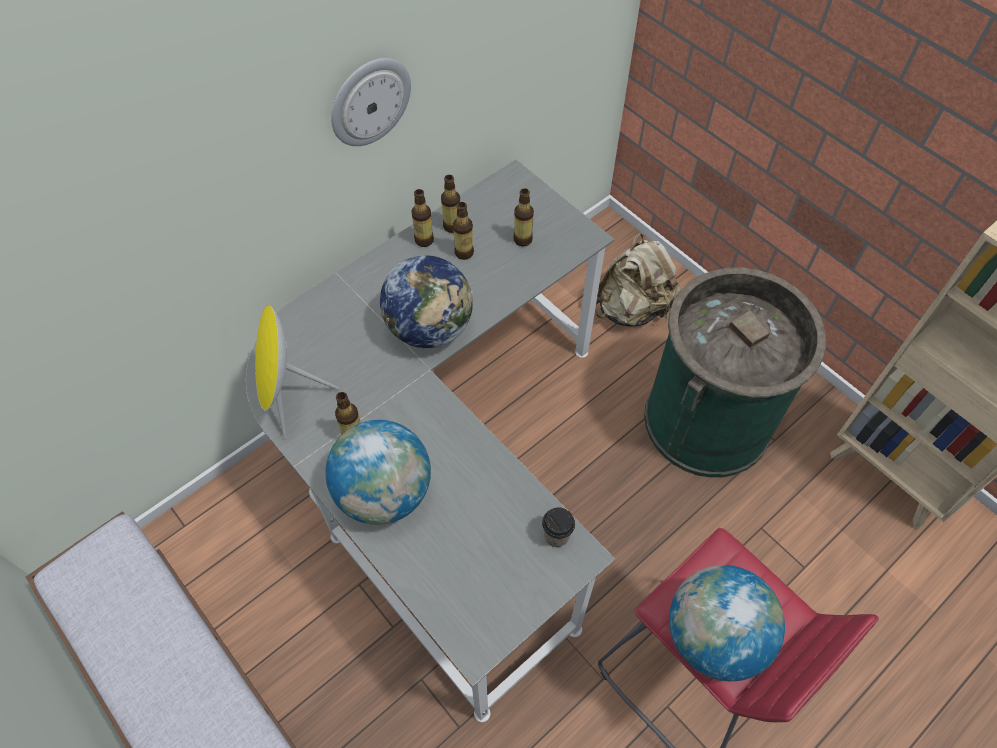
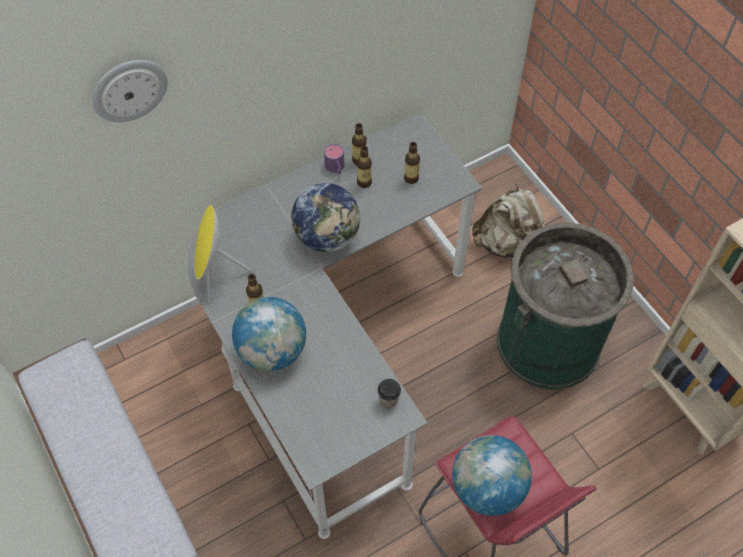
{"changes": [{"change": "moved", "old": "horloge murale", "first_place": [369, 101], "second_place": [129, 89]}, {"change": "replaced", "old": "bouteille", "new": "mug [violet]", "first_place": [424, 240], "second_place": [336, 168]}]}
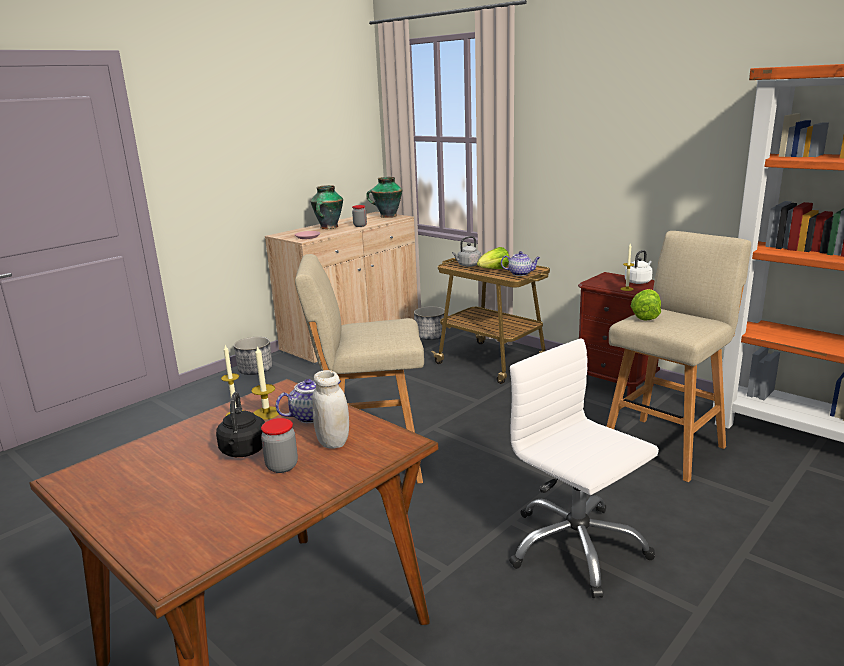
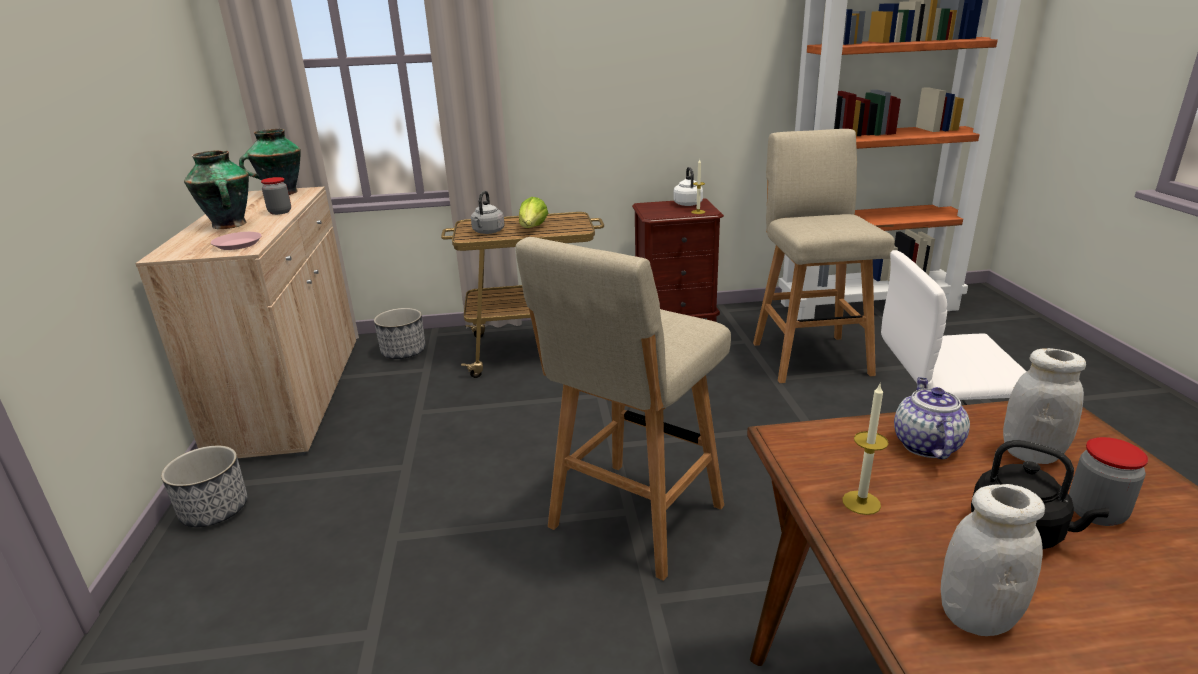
{"changes": [{"change": "removed", "old": "bougie", "first_place": [266, 413]}, {"change": "removed", "old": "théière", "first_place": [520, 273]}, {"change": "removed", "old": "laitue", "first_place": [645, 316]}, {"change": "added", "new": "bocal [blanc]", "second_place": [976, 617]}]}
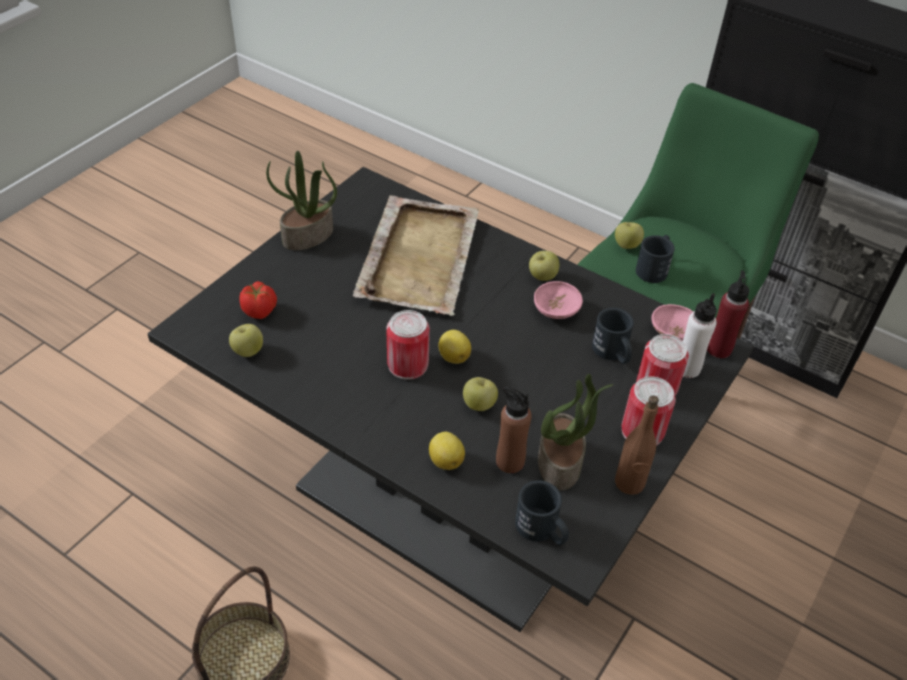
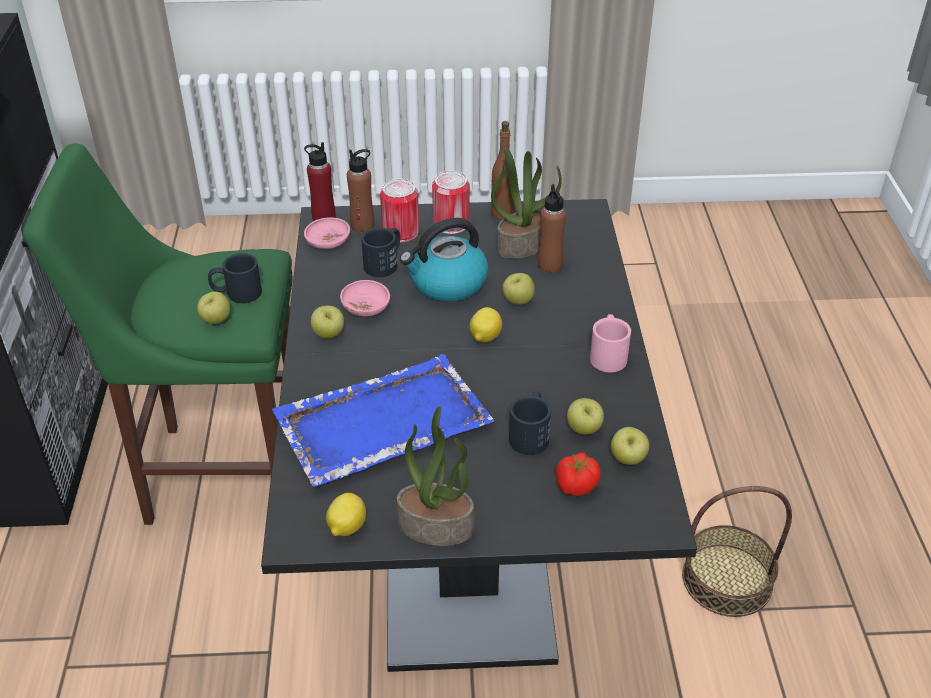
{"changes": [{"change": "removed", "old": "boîte métallique", "first_place": [408, 364]}, {"change": "added", "new": "bouilloire", "second_place": [447, 283]}, {"change": "added", "new": "pomme", "second_place": [584, 429]}, {"change": "added", "new": "mug [rose]", "second_place": [608, 354]}, {"change": "moved", "old": "citron", "first_place": [446, 460], "second_place": [346, 527]}, {"change": "moved", "old": "mug [noir]", "first_place": [542, 530], "second_place": [530, 433]}, {"change": "recoloured", "old": "plateau [beige]", "new": "plateau [bleu]", "first_place": [419, 256], "second_place": [381, 423]}, {"change": "recoloured", "old": "bouteille [blanc]", "new": "bouteille [marron]", "first_place": [687, 368], "second_place": [362, 226]}]}
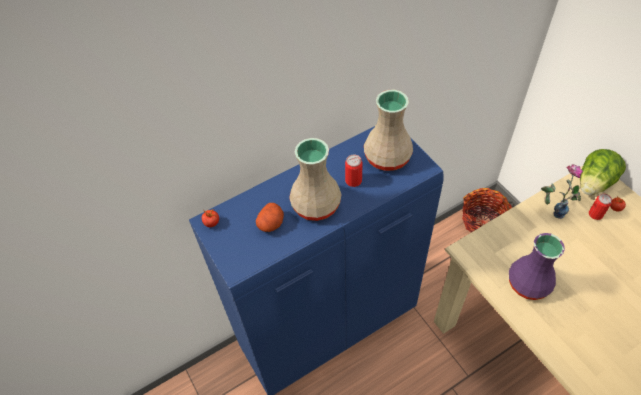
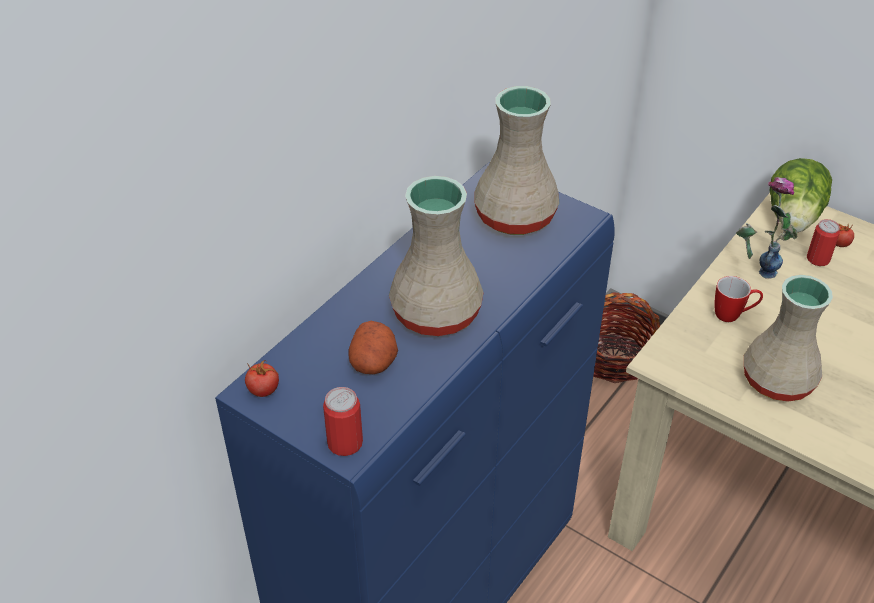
{"changes": [{"change": "added", "new": "mug", "second_place": [733, 315]}, {"change": "moved", "old": "boîte métallique", "first_place": [353, 180], "second_place": [345, 443]}, {"change": "recoloured", "old": "vase [violet]", "new": "vase [beige]", "first_place": [528, 284], "second_place": [777, 382]}]}
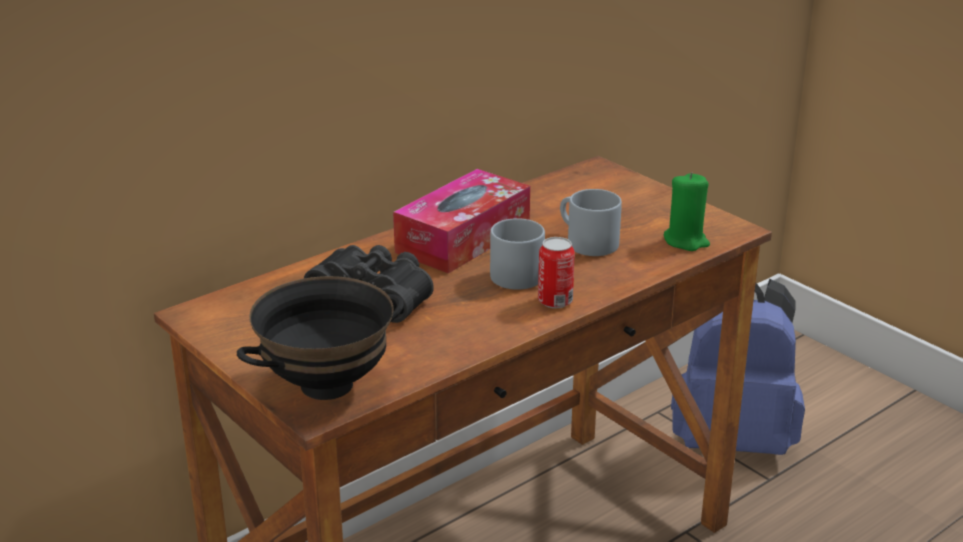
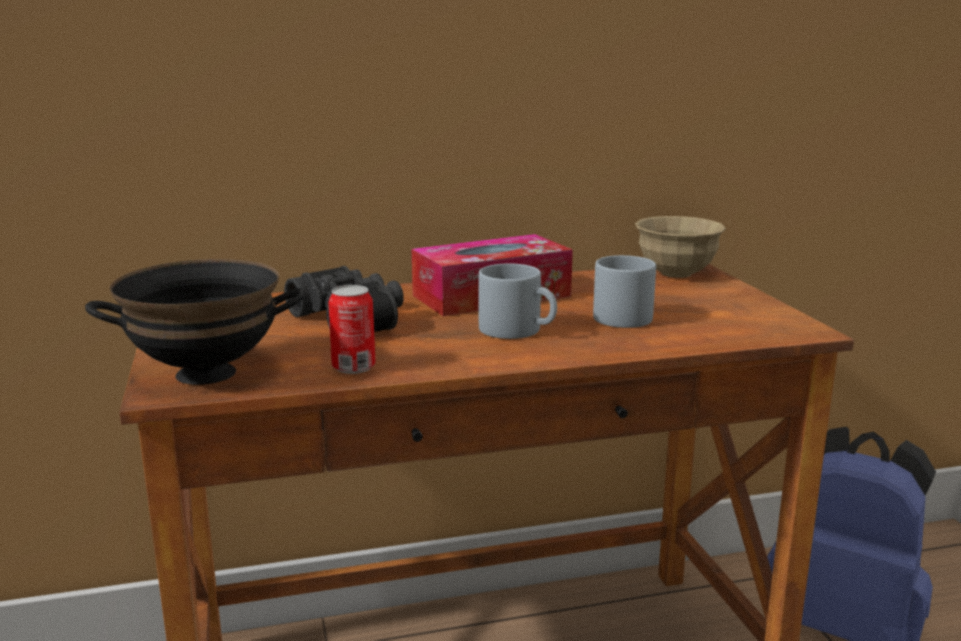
{"changes": [{"change": "removed", "old": "bougie [vert]", "first_place": [686, 241]}, {"change": "added", "new": "bol [beige]", "second_place": [676, 273]}, {"change": "moved", "old": "boîte métallique", "first_place": [555, 301], "second_place": [353, 367]}]}
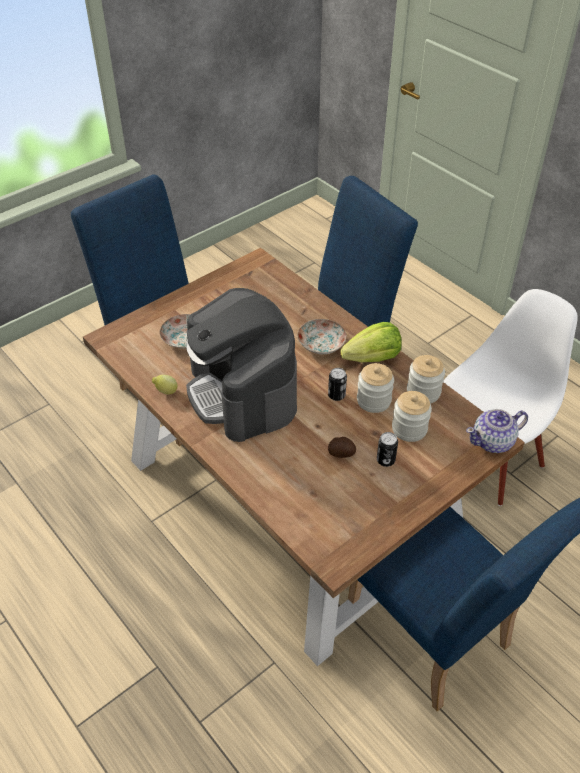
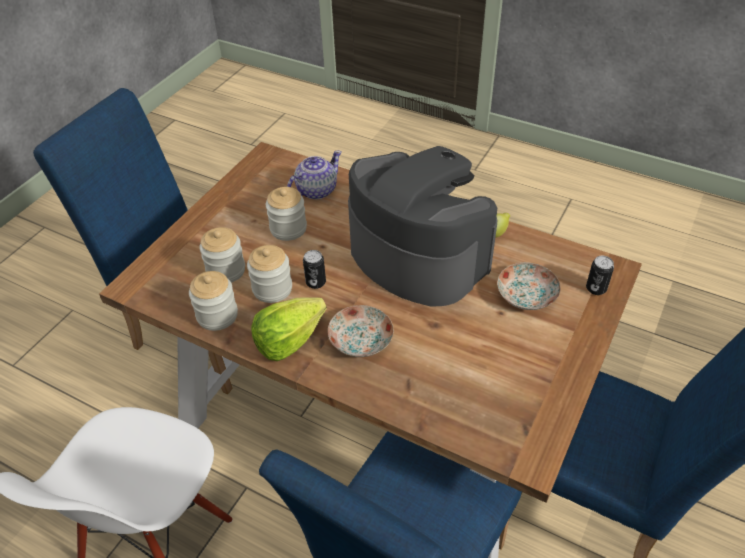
{"changes": [{"change": "moved", "old": "boîte métallique", "first_place": [385, 460], "second_place": [596, 288]}, {"change": "moved", "old": "théière", "first_place": [493, 442], "second_place": [316, 190]}, {"change": "replaced", "old": "pomme de terre", "new": "bocal", "first_place": [341, 454], "second_place": [288, 228]}]}
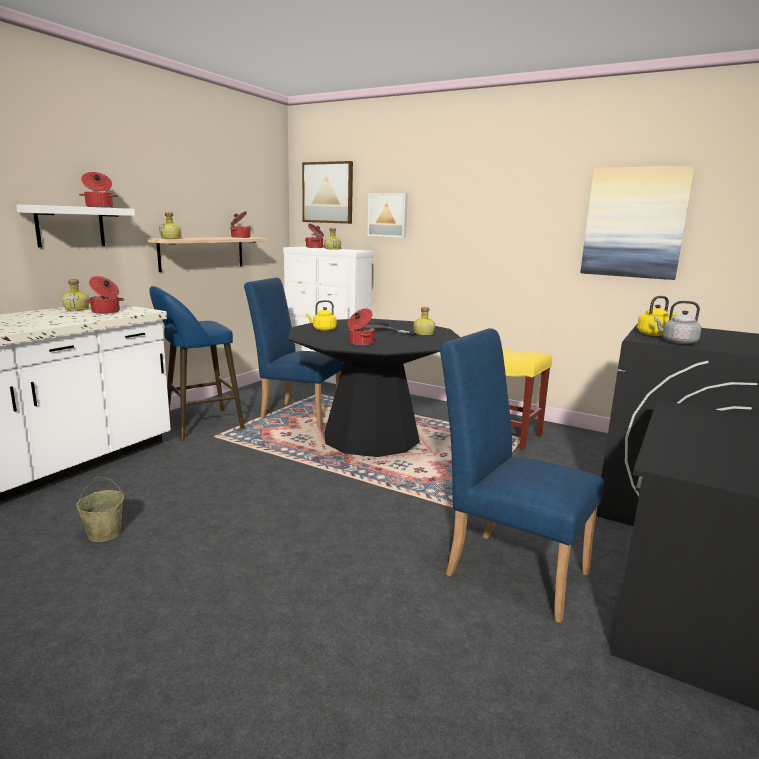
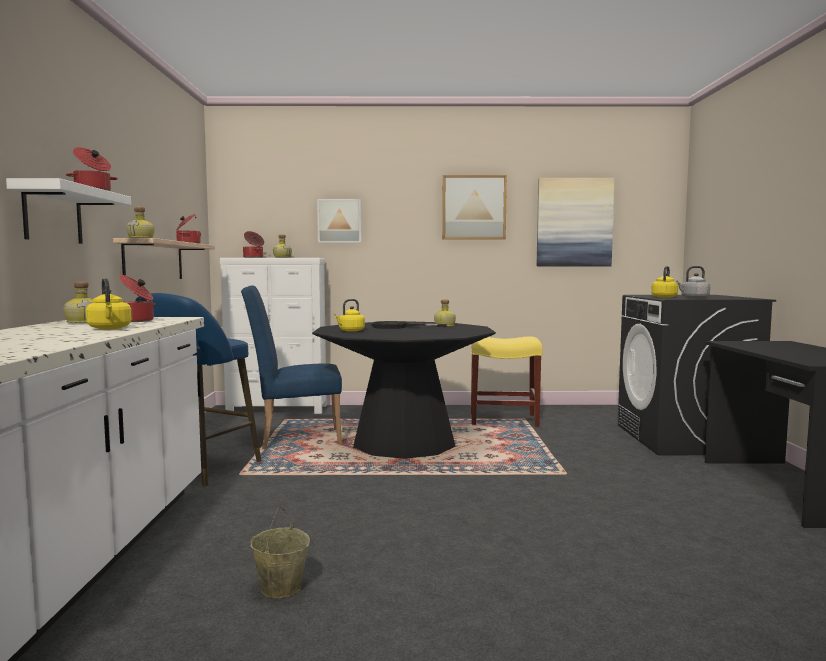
{"changes": [{"change": "removed", "old": "marmite", "first_place": [360, 343]}, {"change": "removed", "old": "chaise [bleu]", "first_place": [507, 568]}, {"change": "added", "new": "bouilloire [jaune]", "second_place": [110, 328]}, {"change": "moved", "old": "tableau", "first_place": [328, 192], "second_place": [474, 207]}]}
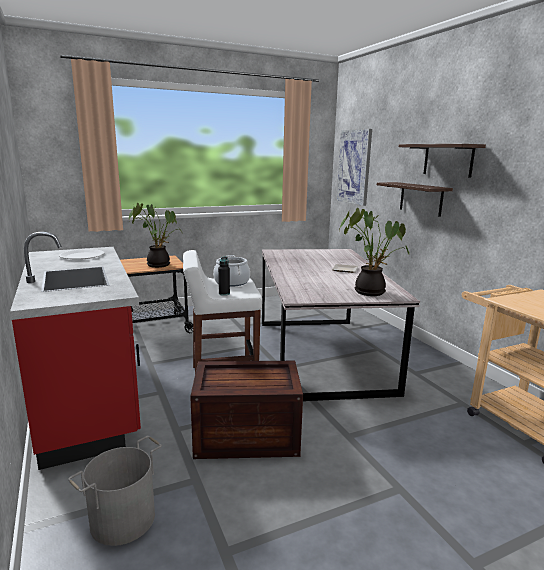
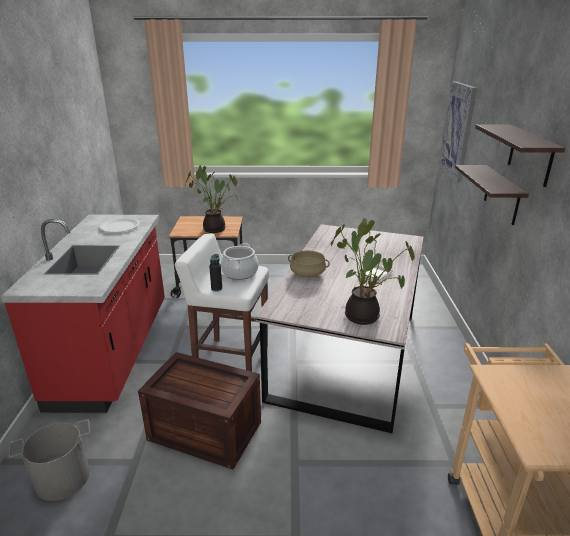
{"changes": [{"change": "added", "new": "marmite [beige]", "second_place": [307, 273]}]}
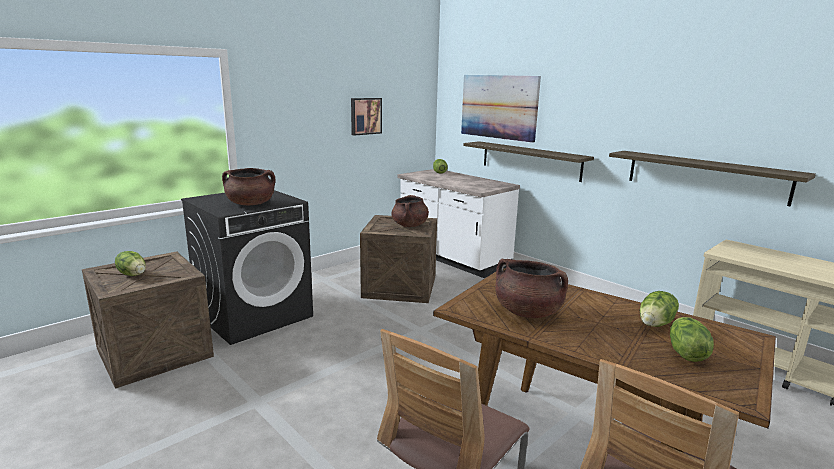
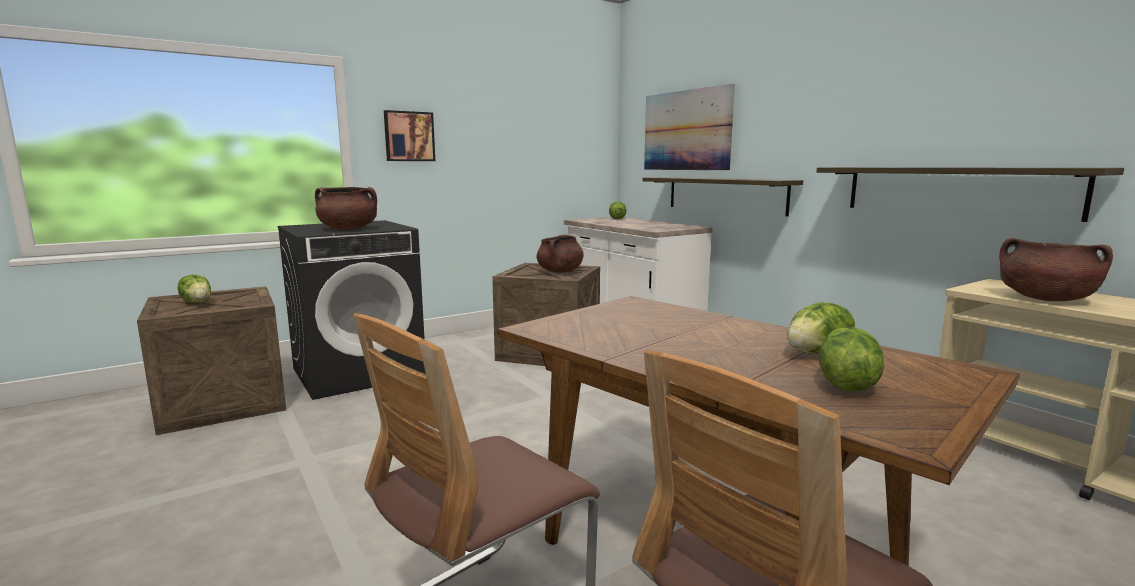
{"changes": [{"change": "moved", "old": "tableau", "first_place": [365, 116], "second_place": [409, 136]}, {"change": "moved", "old": "marmite [marron]", "first_place": [527, 312], "second_place": [1045, 299]}]}
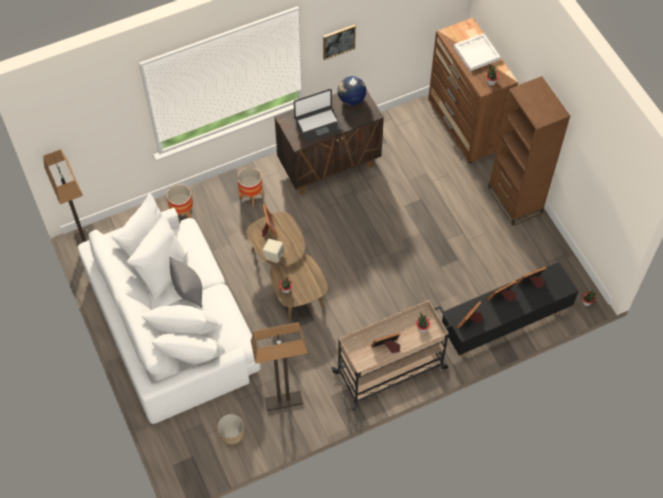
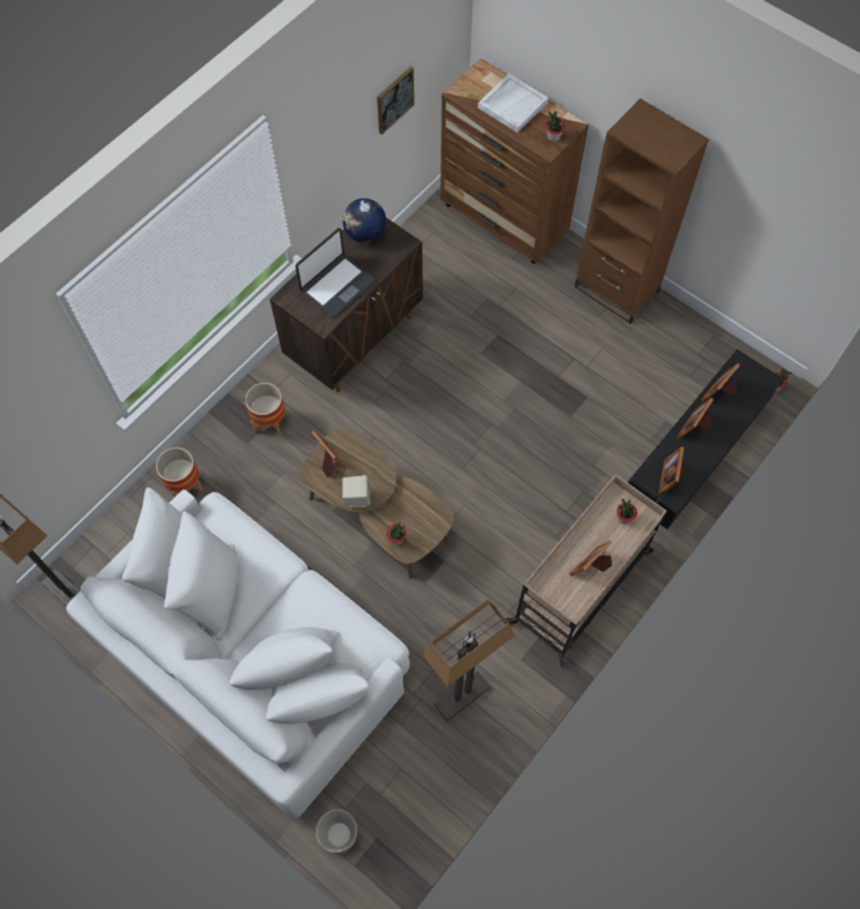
{"changes": [{"change": "removed", "old": "coussin [gris]", "first_place": [188, 291]}, {"change": "moved", "old": "cache-pot", "first_place": [231, 434], "second_place": [338, 835]}, {"change": "moved", "old": "tableau", "first_place": [338, 41], "second_place": [394, 100]}]}
